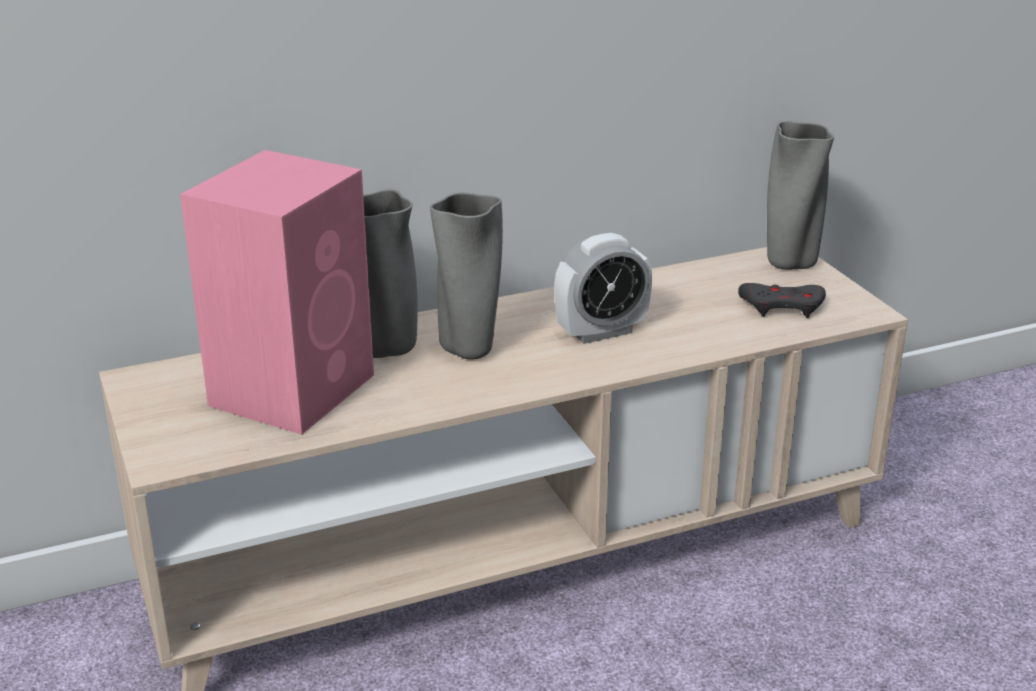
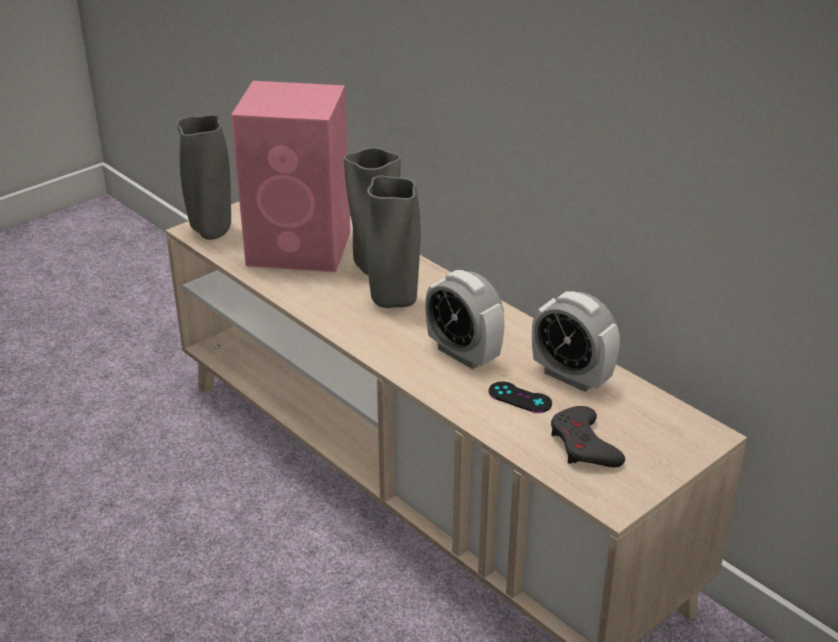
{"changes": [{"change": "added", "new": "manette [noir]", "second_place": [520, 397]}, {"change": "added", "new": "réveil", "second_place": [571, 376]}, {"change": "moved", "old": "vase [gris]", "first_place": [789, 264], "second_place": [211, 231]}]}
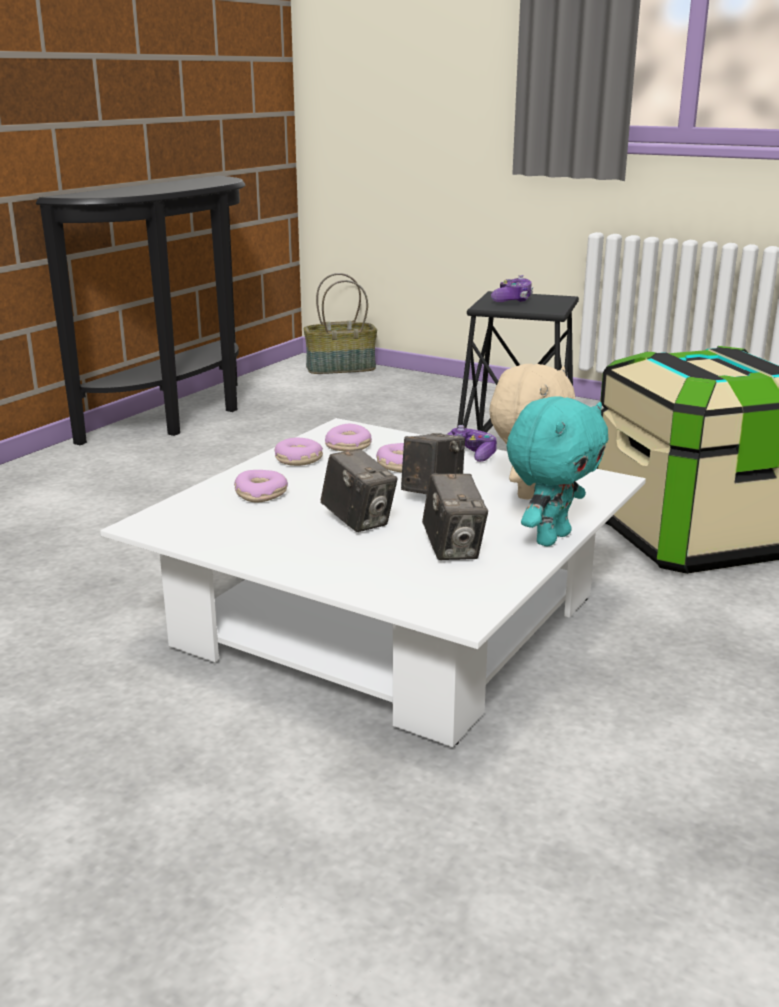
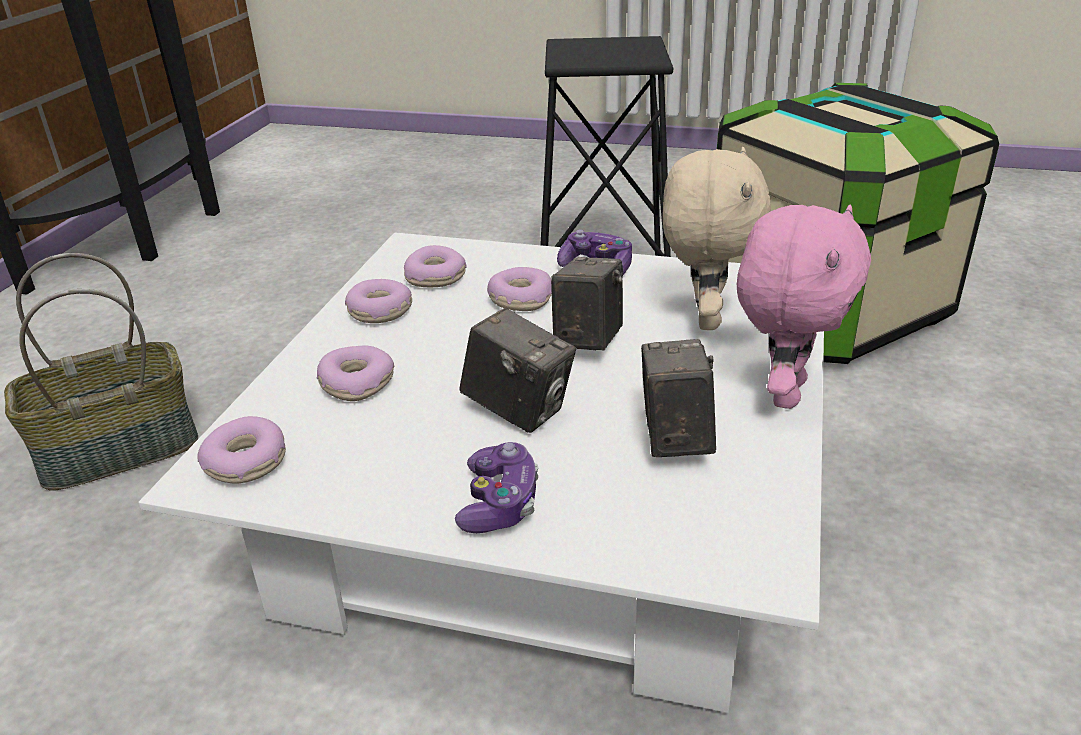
{"changes": [{"change": "added", "new": "beignet", "second_place": [247, 462]}, {"change": "moved", "old": "panier", "first_place": [340, 368], "second_place": [118, 452]}, {"change": "moved", "old": "manette", "first_place": [512, 300], "second_place": [499, 503]}, {"change": "recoloured", "old": "peluche [turquoise]", "new": "peluche [rose]", "first_place": [551, 538], "second_place": [784, 392]}, {"change": "turned", "old": "appareil photo", "first_place": [453, 549], "second_place": [674, 438], "degrees": -150}]}
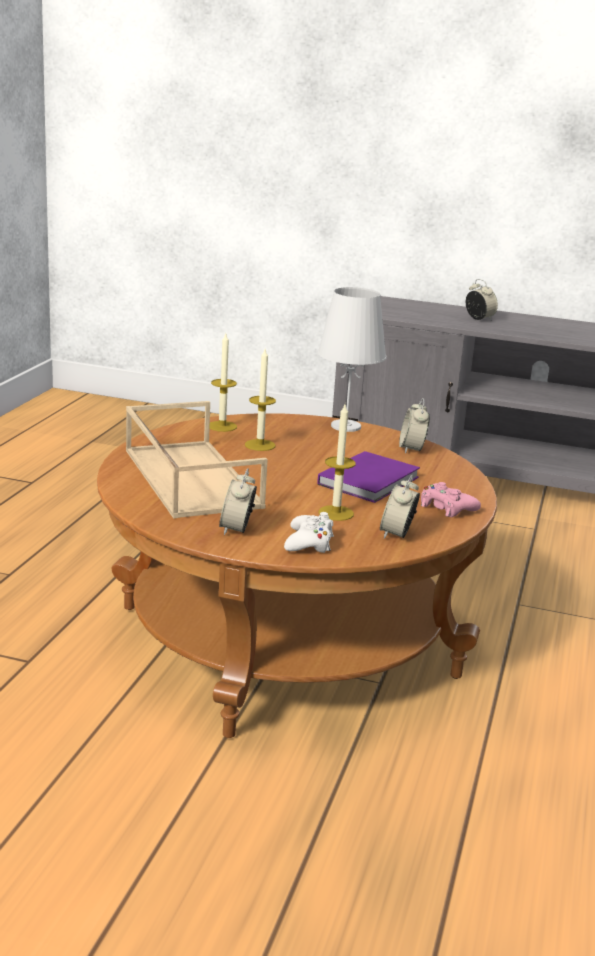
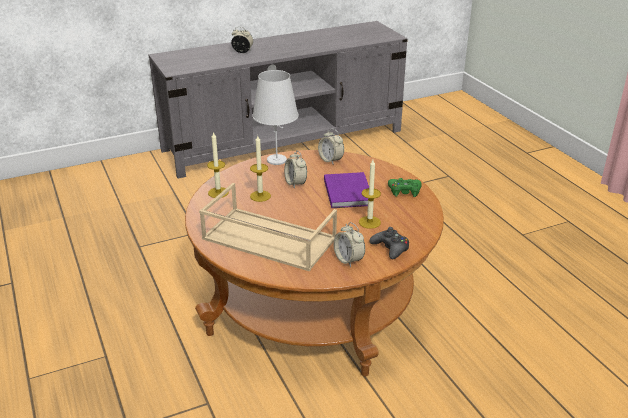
{"changes": [{"change": "moved", "old": "réveil", "first_place": [397, 534], "second_place": [295, 183]}, {"change": "recoloured", "old": "manette [blanc]", "new": "manette [noir]", "first_place": [309, 543], "second_place": [390, 248]}, {"change": "recoloured", "old": "manette [rose]", "new": "manette [vert]", "first_place": [446, 508], "second_place": [404, 191]}]}
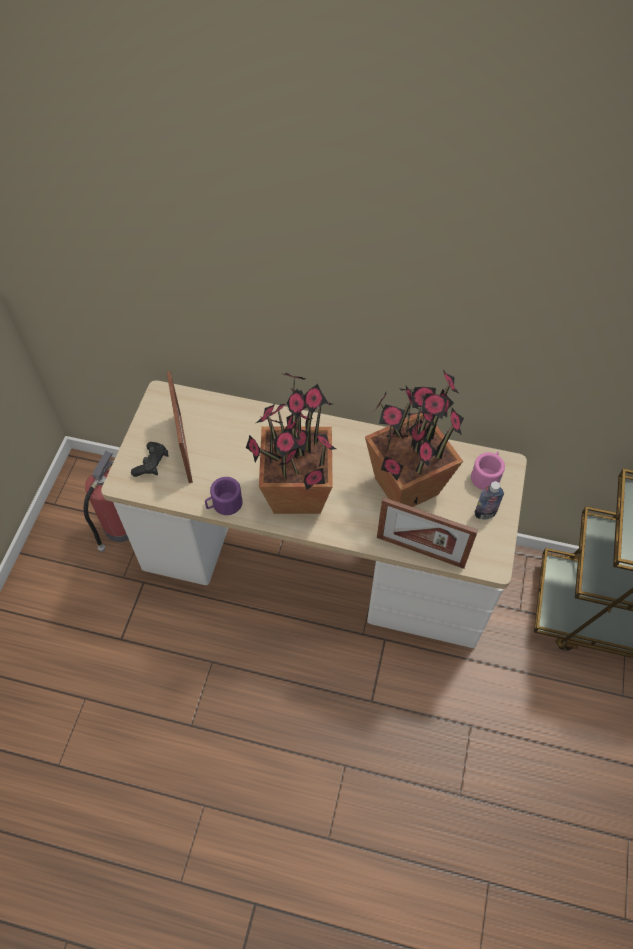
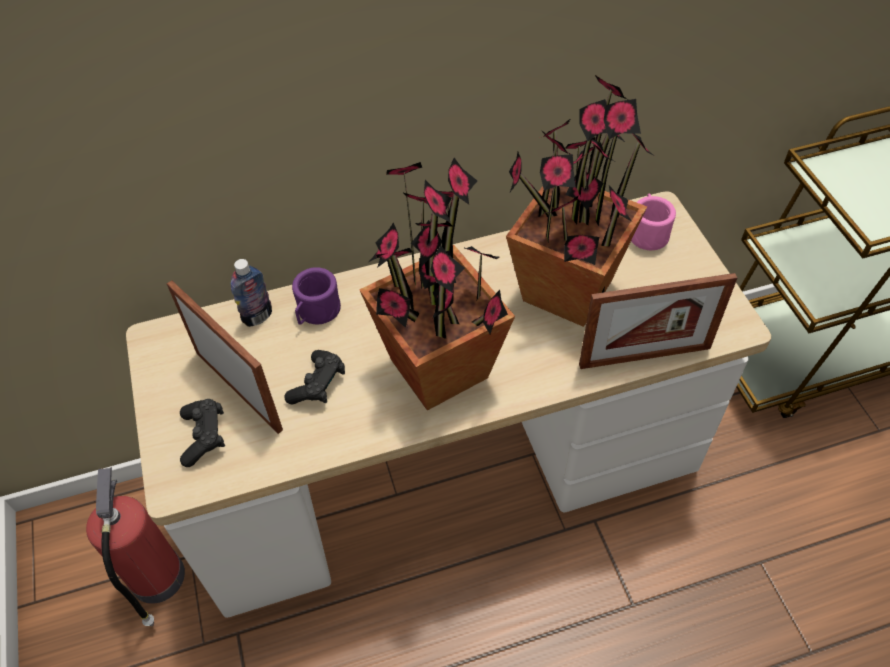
{"changes": [{"change": "added", "new": "manette [noir]", "second_place": [318, 385]}, {"change": "moved", "old": "mug [violet]", "first_place": [224, 504], "second_place": [316, 312]}, {"change": "moved", "old": "bouteille", "first_place": [485, 513], "second_place": [257, 317]}]}
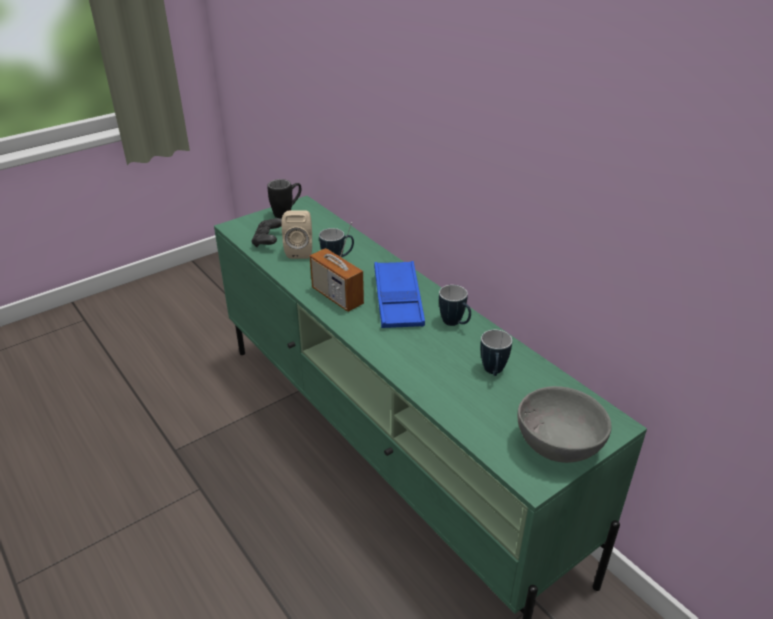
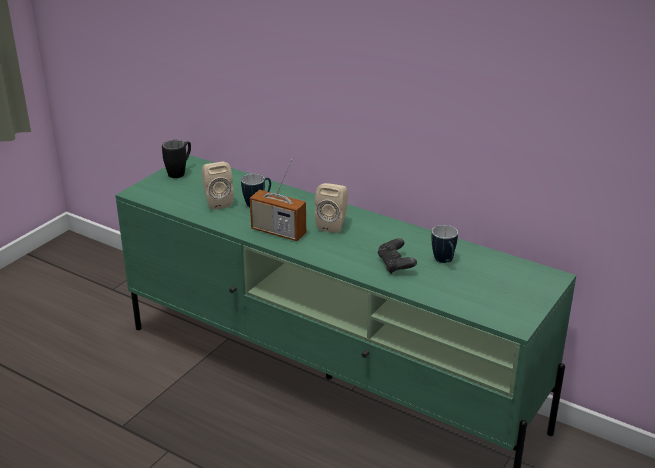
{"changes": [{"change": "removed", "old": "mug", "first_place": [455, 324]}, {"change": "removed", "old": "bol [gris]", "first_place": [556, 444]}, {"change": "moved", "old": "manette [noir]", "first_place": [268, 241], "second_place": [395, 265]}, {"change": "replaced", "old": "plateau [bleu]", "new": "enceinte [beige]", "first_place": [398, 300], "second_place": [333, 225]}]}
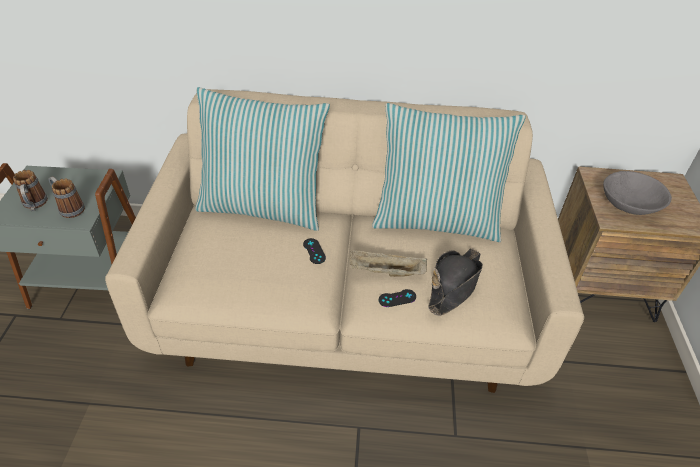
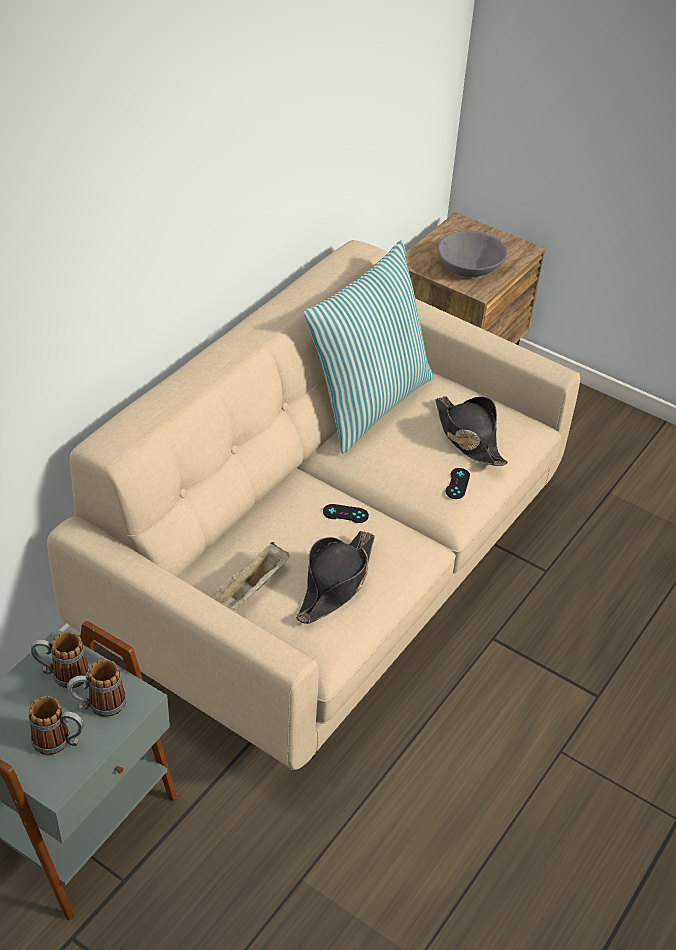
{"changes": [{"change": "removed", "old": "coussin", "first_place": [263, 207]}, {"change": "added", "new": "mug", "second_place": [63, 674]}, {"change": "added", "new": "chapeau [noir]", "second_place": [335, 583]}, {"change": "moved", "old": "plateau [beige]", "first_place": [385, 272], "second_place": [249, 591]}]}
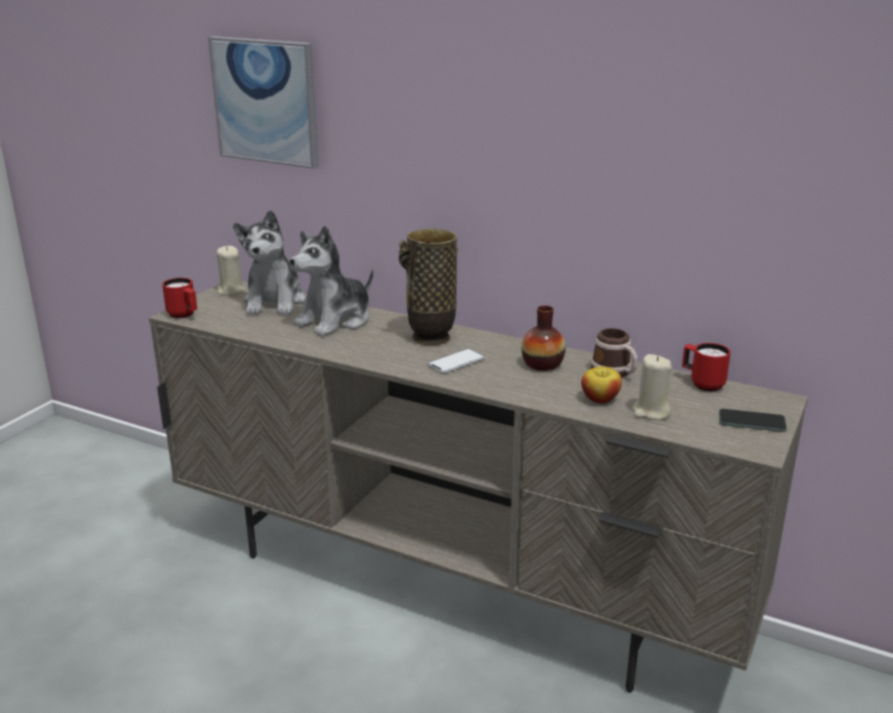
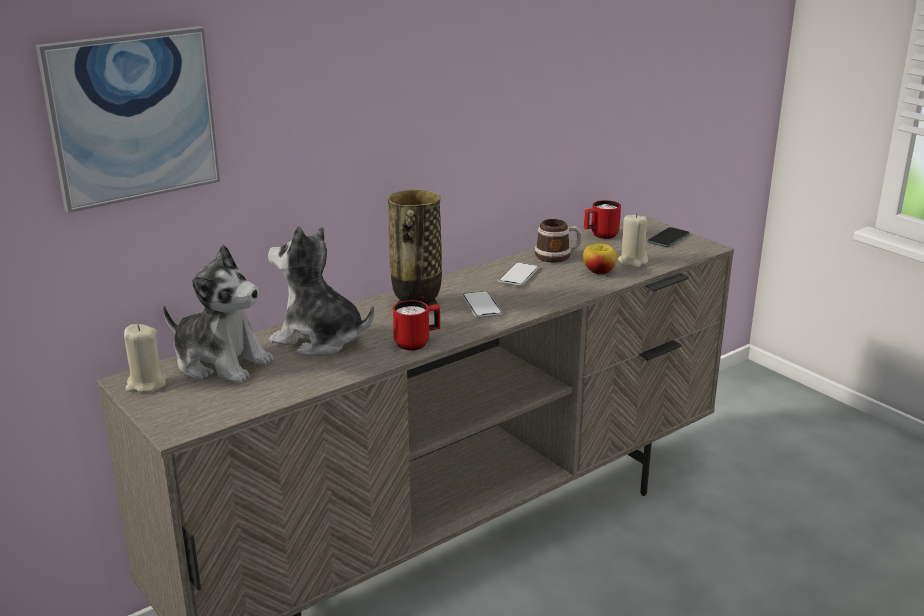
{"changes": [{"change": "moved", "old": "mug [rouge]", "first_place": [184, 315], "second_place": [417, 343]}, {"change": "replaced", "old": "vase", "new": "téléphone", "first_place": [542, 364], "second_place": [518, 275]}, {"change": "turned", "old": "peluche", "first_place": [335, 320], "second_place": [319, 340], "degrees": 135}]}
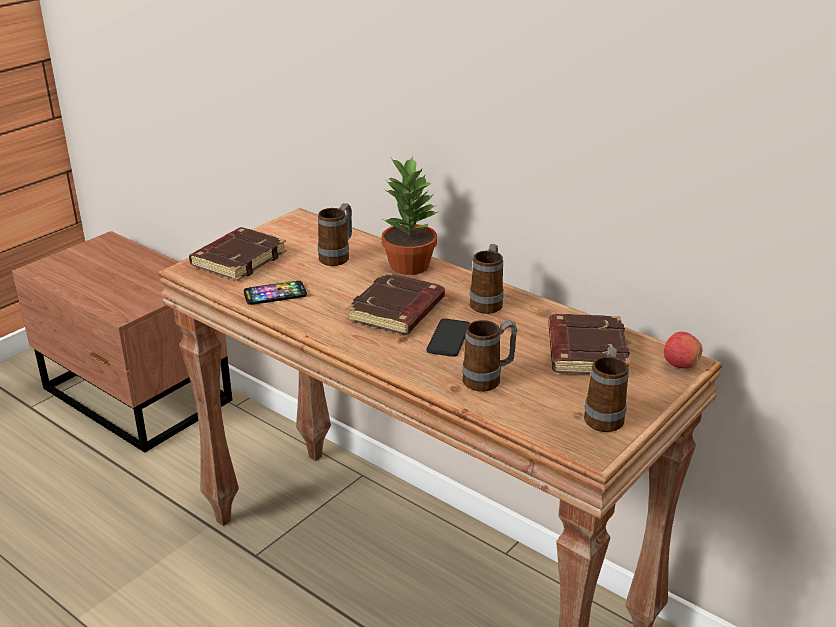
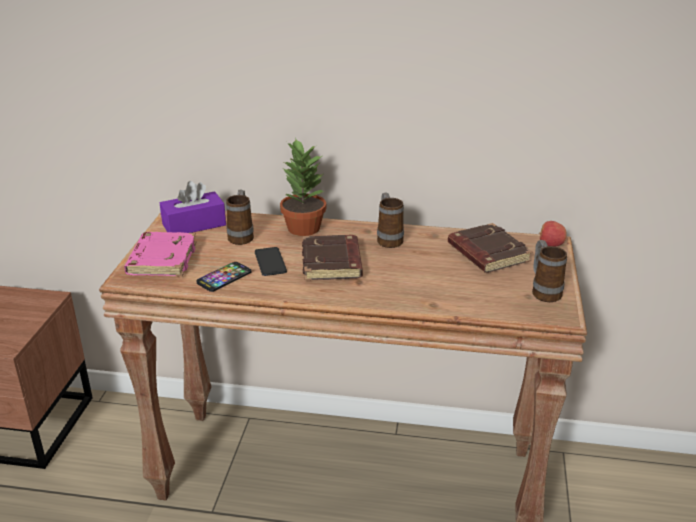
{"changes": [{"change": "removed", "old": "mug", "first_place": [489, 380]}, {"change": "added", "new": "boîte à mouchoirs [violet]", "second_place": [194, 225]}, {"change": "moved", "old": "téléphone", "first_place": [448, 338], "second_place": [270, 262]}, {"change": "recoloured", "old": "livre [marron]", "new": "livre [rose]", "first_place": [238, 259], "second_place": [161, 259]}]}
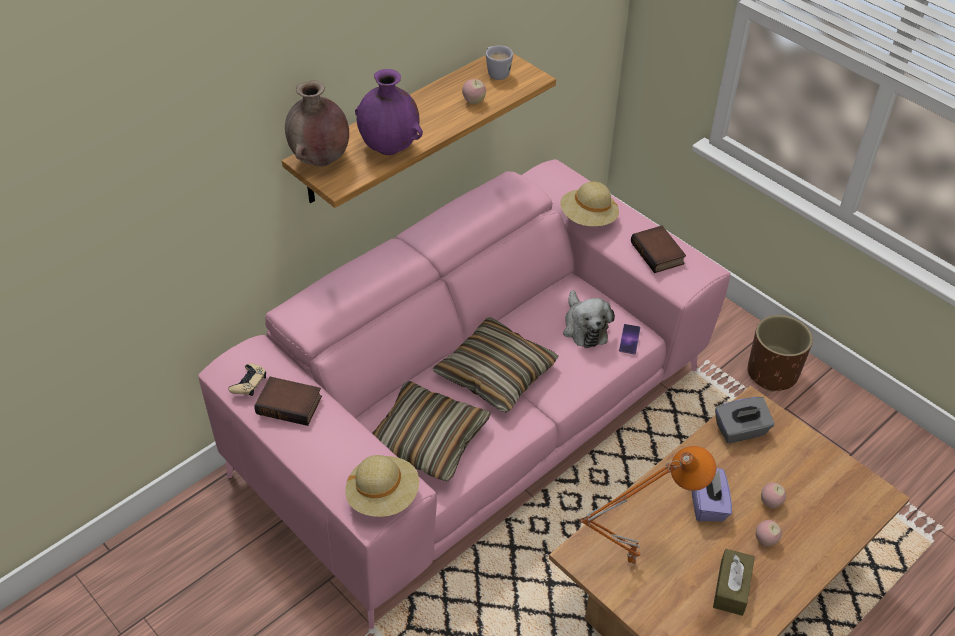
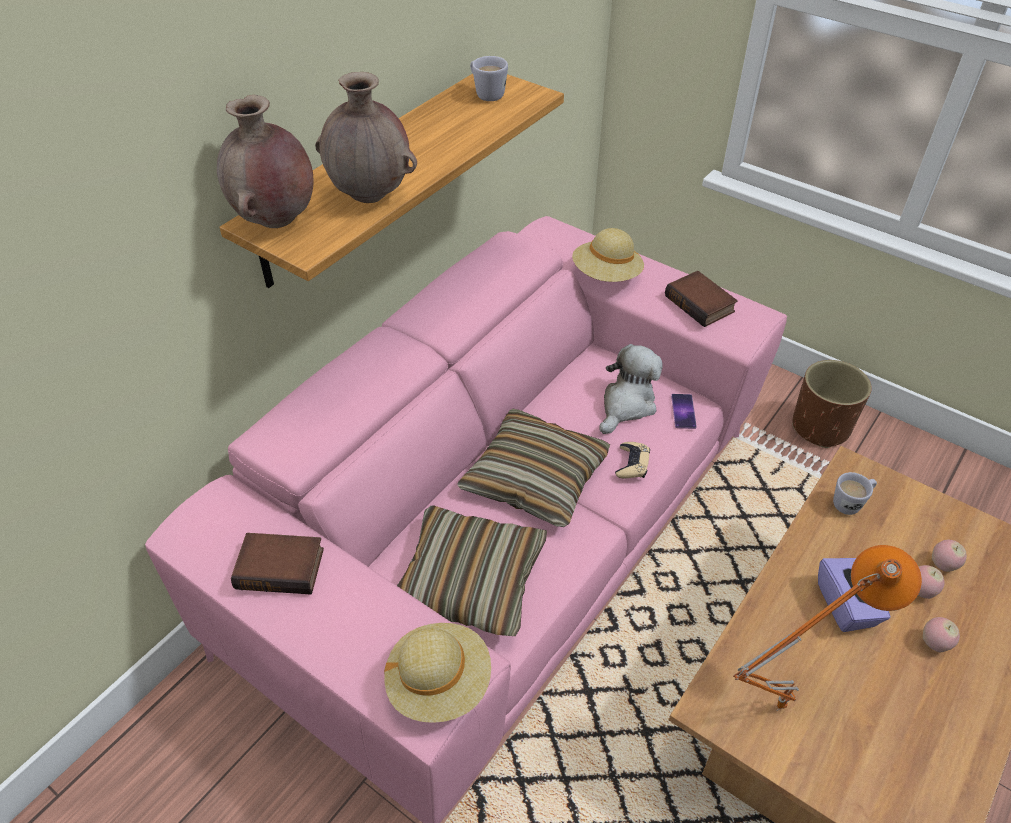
{"changes": [{"change": "removed", "old": "boîte à mouchoirs [marron]", "first_place": [731, 588]}, {"change": "moved", "old": "manette [beige]", "first_place": [248, 383], "second_place": [632, 464]}, {"change": "moved", "old": "pomme", "first_place": [474, 102], "second_place": [942, 565]}, {"change": "replaced", "old": "boîte à mouchoirs [gris]", "new": "mug [blanc]", "first_place": [741, 431], "second_place": [851, 503]}, {"change": "recoloured", "old": "vase [violet]", "new": "vase [marron]", "first_place": [390, 149], "second_place": [371, 195]}, {"change": "turned", "old": "peluche", "first_place": [584, 327], "second_place": [626, 405], "degrees": -120}]}
